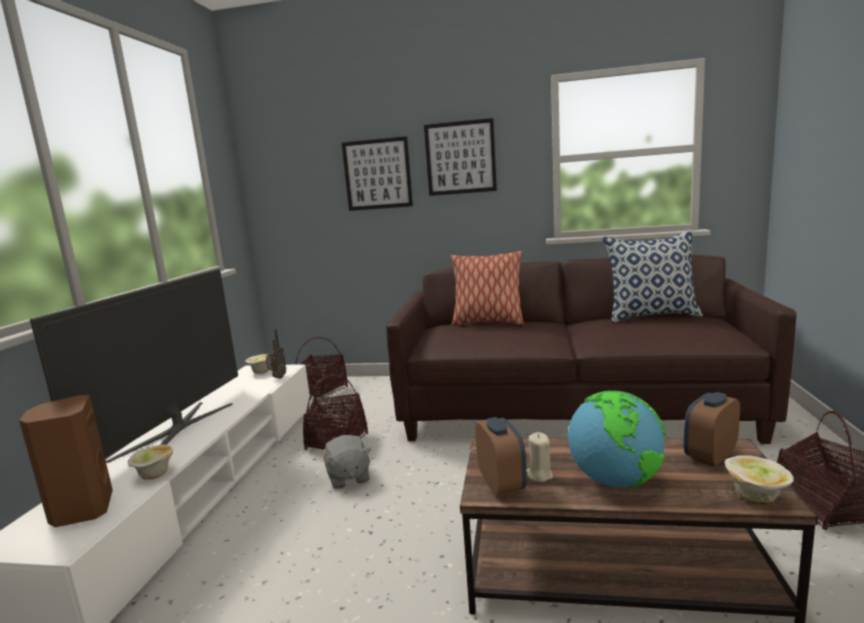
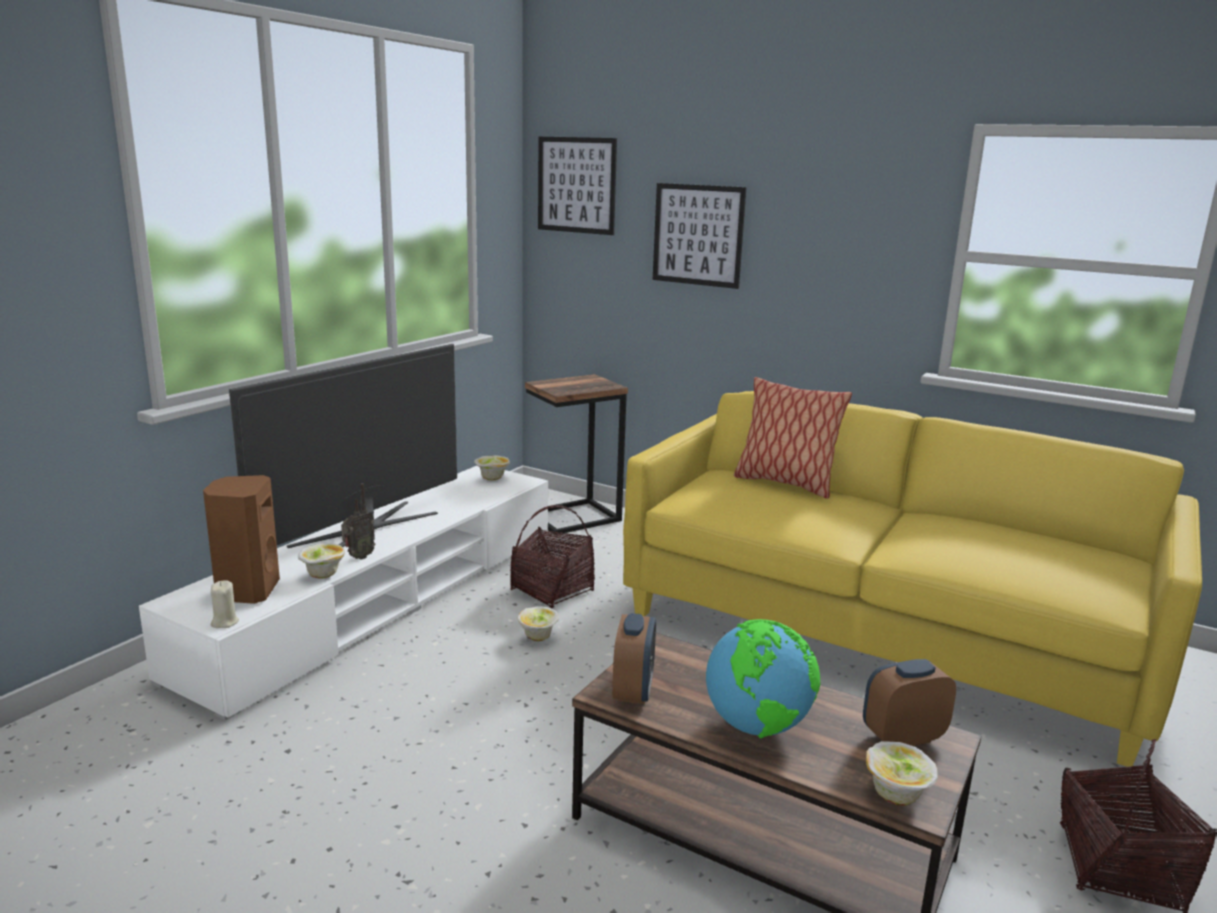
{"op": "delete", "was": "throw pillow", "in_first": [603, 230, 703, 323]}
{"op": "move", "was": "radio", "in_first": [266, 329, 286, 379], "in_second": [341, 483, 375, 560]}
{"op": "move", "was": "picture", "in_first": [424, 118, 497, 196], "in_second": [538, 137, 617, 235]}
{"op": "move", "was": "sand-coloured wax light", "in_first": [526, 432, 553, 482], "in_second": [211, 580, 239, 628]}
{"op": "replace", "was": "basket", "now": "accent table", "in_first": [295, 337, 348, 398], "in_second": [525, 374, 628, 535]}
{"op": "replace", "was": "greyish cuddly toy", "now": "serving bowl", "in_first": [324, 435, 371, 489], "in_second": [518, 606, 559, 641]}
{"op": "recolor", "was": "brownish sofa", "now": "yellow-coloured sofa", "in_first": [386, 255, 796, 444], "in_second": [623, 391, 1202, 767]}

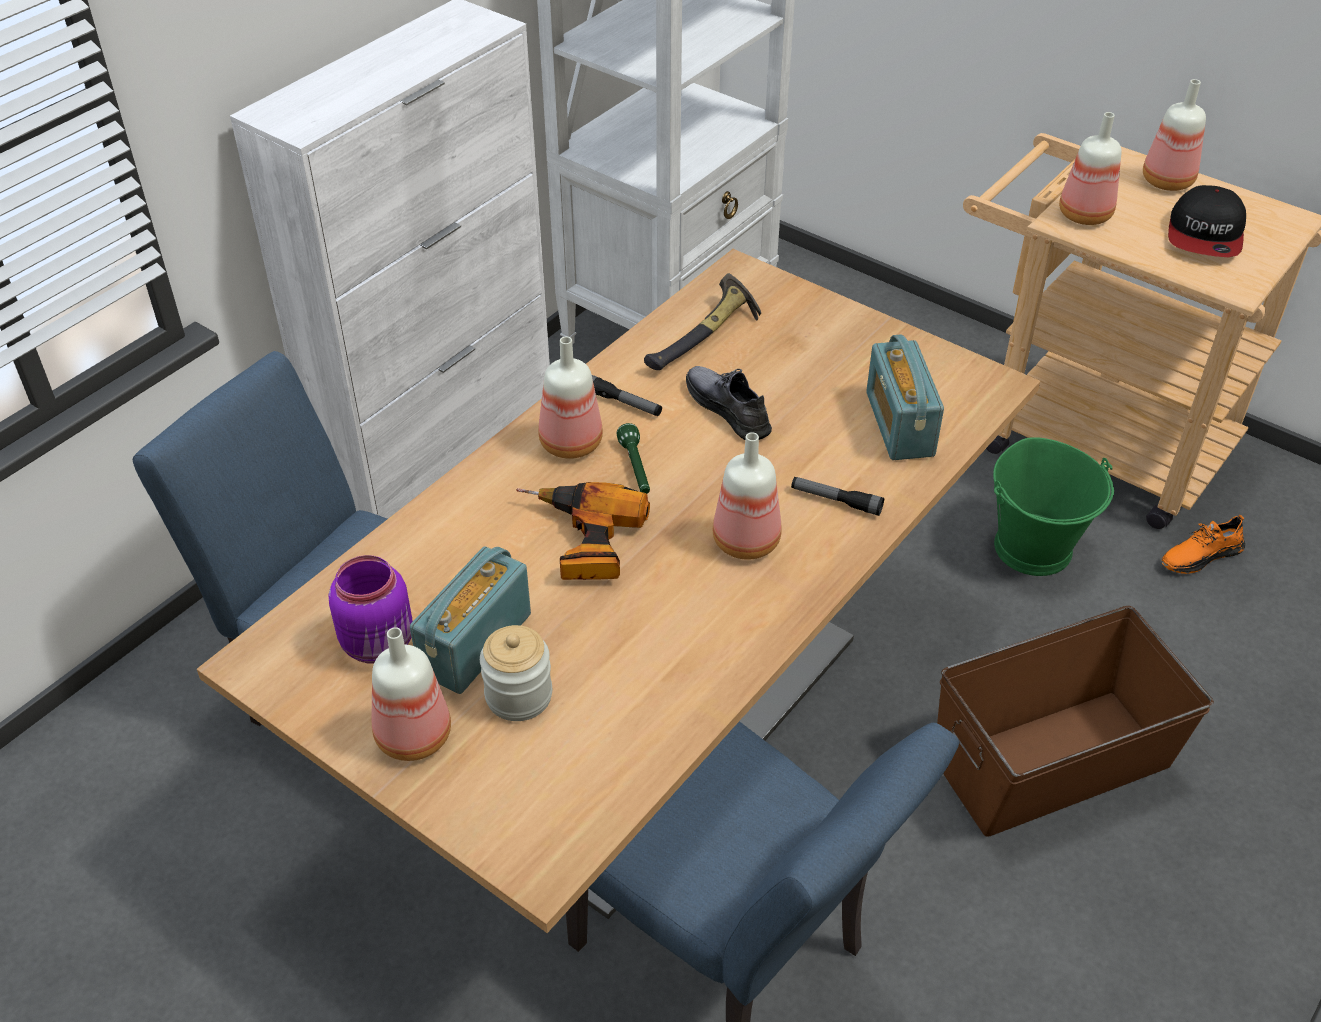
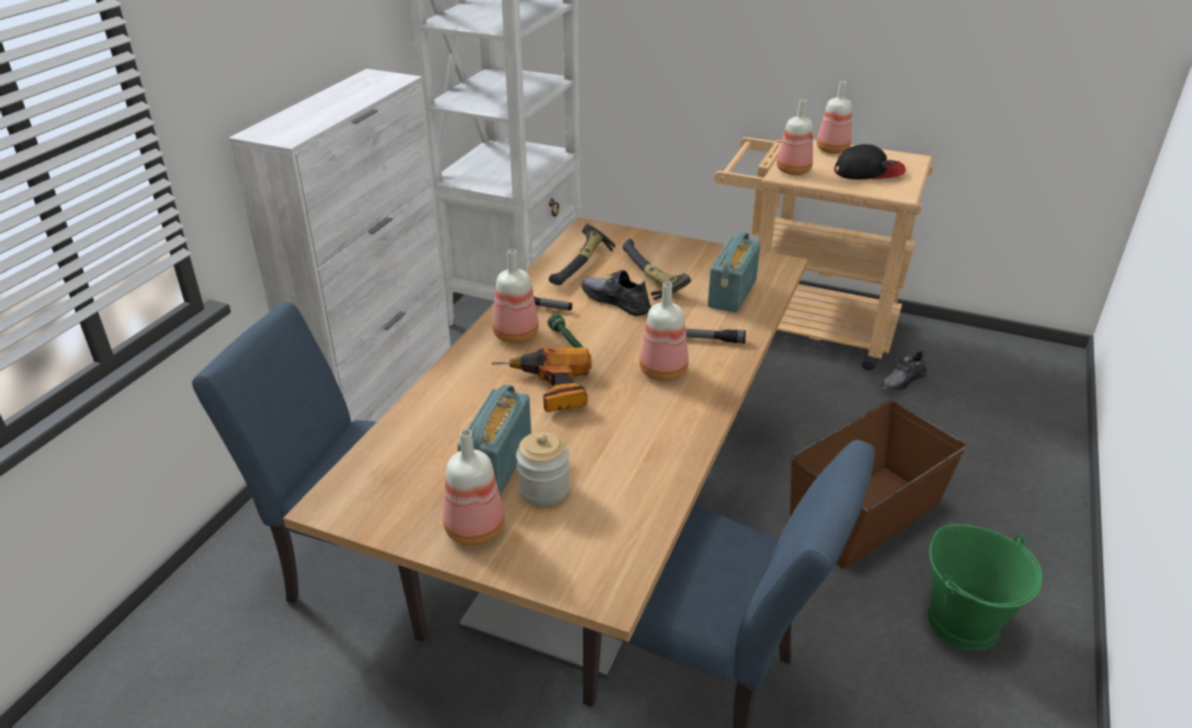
{"op": "delete", "was": "purplish jar", "in_first": [329, 555, 413, 664]}
{"op": "insert", "now": "hammer", "in_second": [623, 239, 691, 300]}
{"op": "move", "was": "green pail", "in_first": [993, 437, 1114, 576], "in_second": [928, 524, 1043, 651]}
{"op": "recolor", "was": "orange item of footwear", "now": "greyish item of footwear", "in_first": [1162, 515, 1245, 574], "in_second": [881, 350, 927, 392]}
{"op": "rotate", "was": "radio", "in_first": [866, 334, 944, 460], "in_second": [708, 232, 760, 313], "clockwise": 45}
{"op": "rotate", "was": "cap", "in_first": [1168, 185, 1246, 257], "in_second": [834, 144, 906, 180], "clockwise": -90}

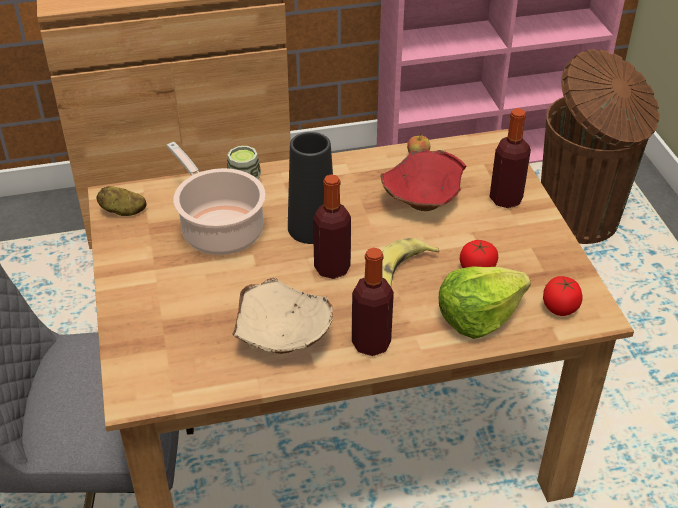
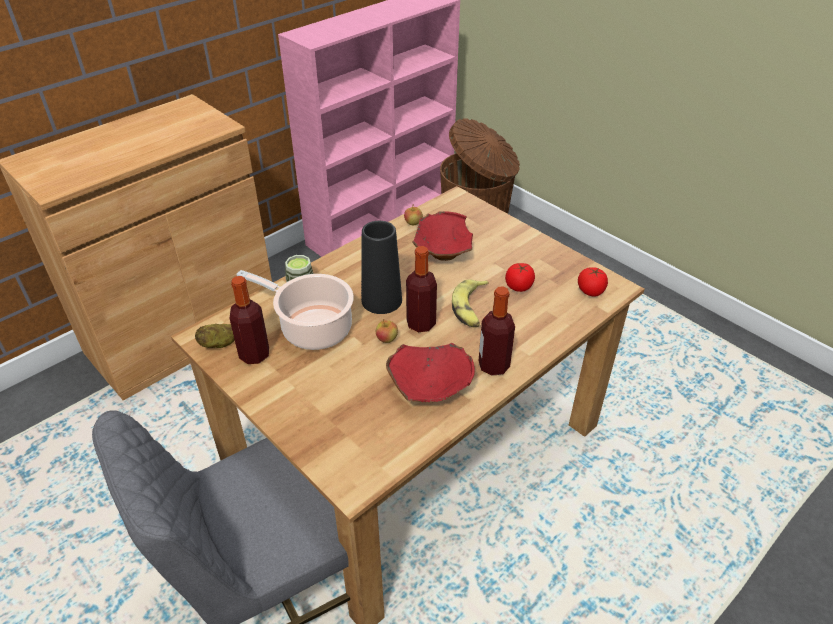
{"op": "delete", "was": "head of lettuce", "in_first": [439, 266, 531, 339]}
{"op": "insert", "now": "whole apple", "in_second": [376, 319, 398, 343]}
{"op": "move", "was": "drink bottle", "in_first": [489, 108, 531, 208], "in_second": [229, 276, 269, 364]}
{"op": "recolor", "was": "sand-coloured serving bowl", "now": "reddish serving bowl", "in_first": [232, 278, 333, 354], "in_second": [386, 343, 475, 402]}

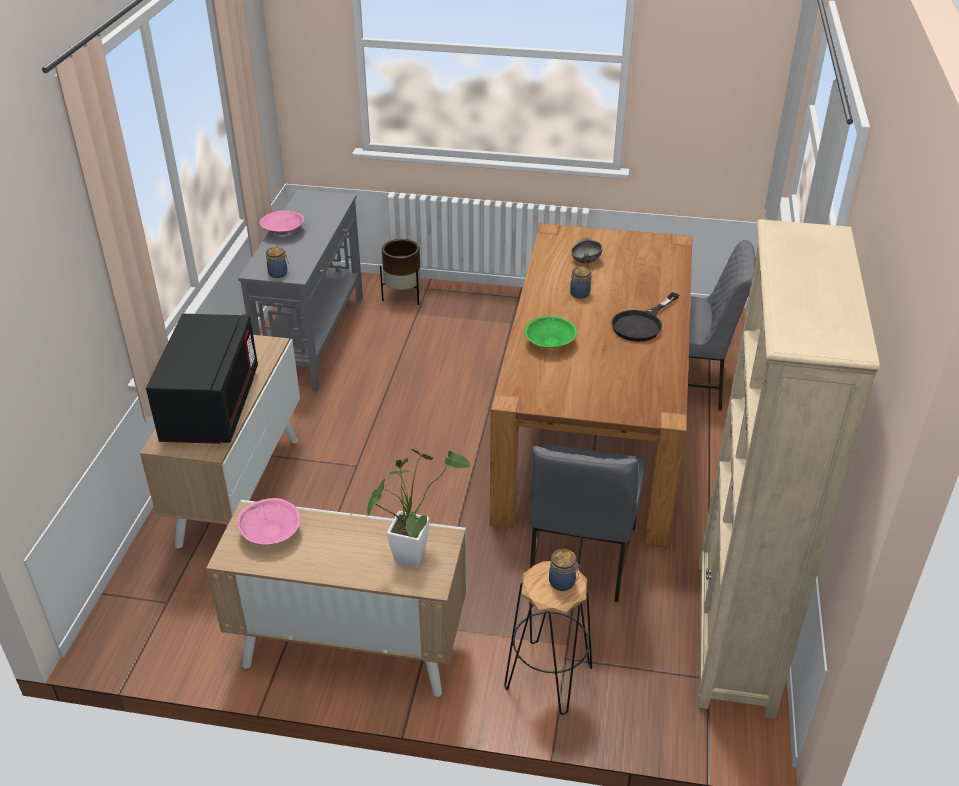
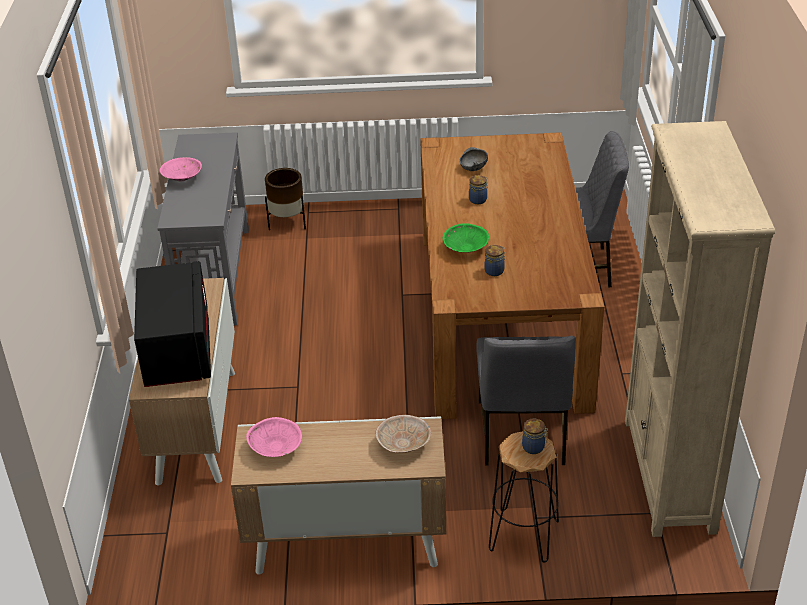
{"op": "delete", "was": "black-coloured skillet", "in_first": [611, 292, 679, 342]}
{"op": "move", "was": "jar", "in_first": [266, 247, 289, 278], "in_second": [484, 245, 505, 276]}
{"op": "replace", "was": "houseplant", "now": "sand-coloured serving bowl", "in_first": [367, 449, 470, 568], "in_second": [376, 415, 431, 453]}

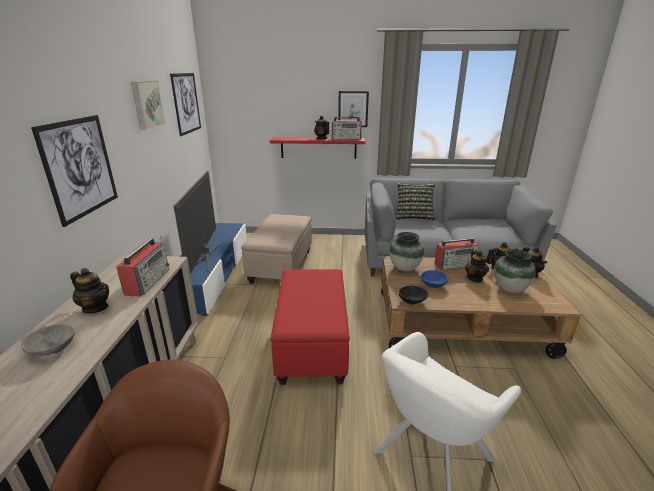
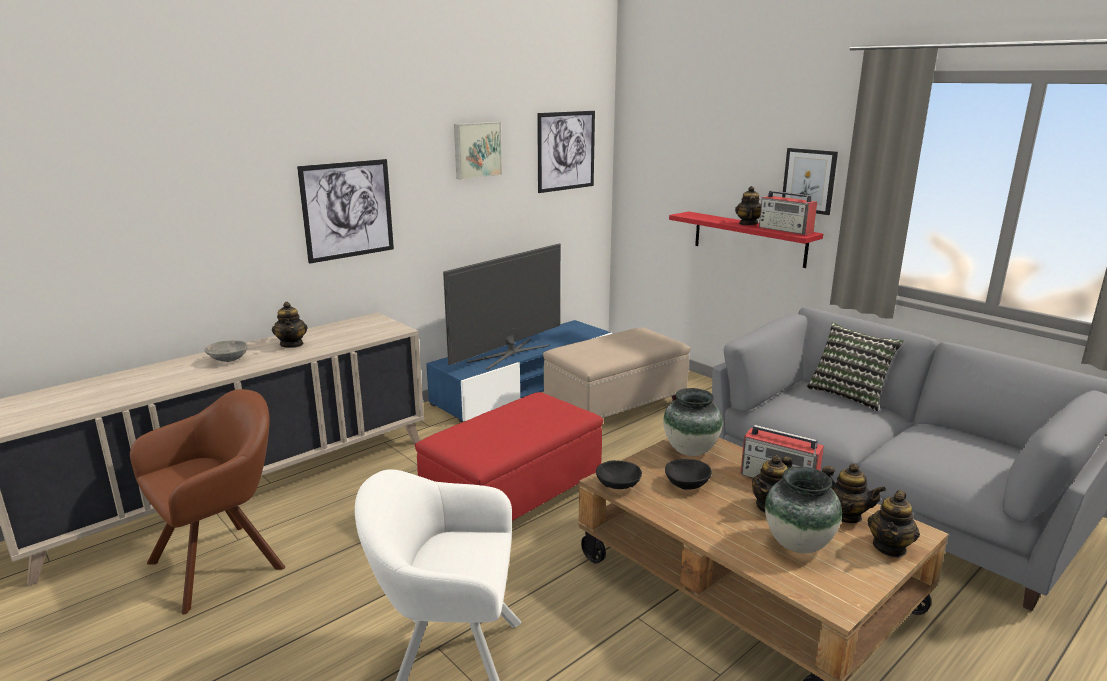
{"op": "delete", "was": "radio", "in_first": [116, 236, 170, 297]}
{"op": "recolor", "was": "bluish serving bowl", "now": "black-coloured serving bowl", "in_first": [421, 270, 448, 288], "in_second": [665, 459, 712, 490]}

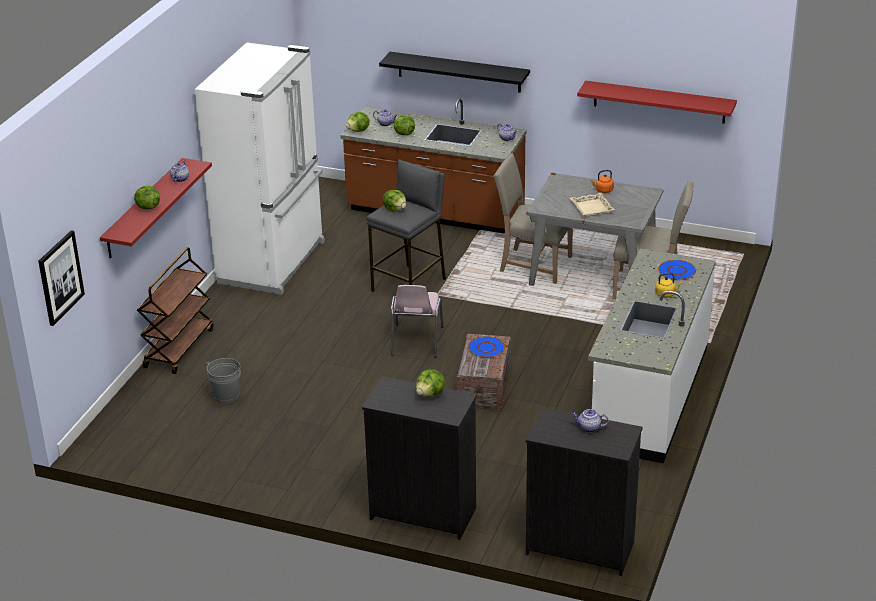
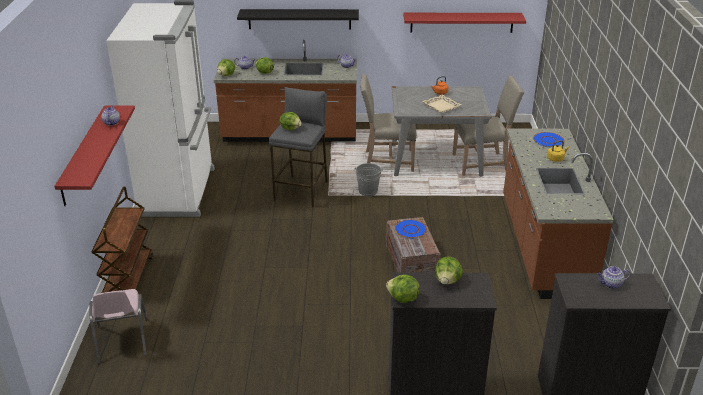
{"op": "delete", "was": "picture", "in_first": [38, 230, 85, 326]}
{"op": "move", "was": "head of lettuce", "in_first": [134, 186, 160, 209], "in_second": [386, 275, 420, 303]}
{"op": "move", "was": "greyish pail", "in_first": [206, 358, 241, 403], "in_second": [354, 163, 383, 197]}
{"op": "move", "was": "pinkish upright chair", "in_first": [391, 285, 443, 357], "in_second": [90, 289, 147, 364]}
{"op": "recolor", "was": "whitish kitchen counter", "now": "brownish kitchen counter", "in_first": [588, 249, 716, 464], "in_second": [503, 128, 614, 299]}

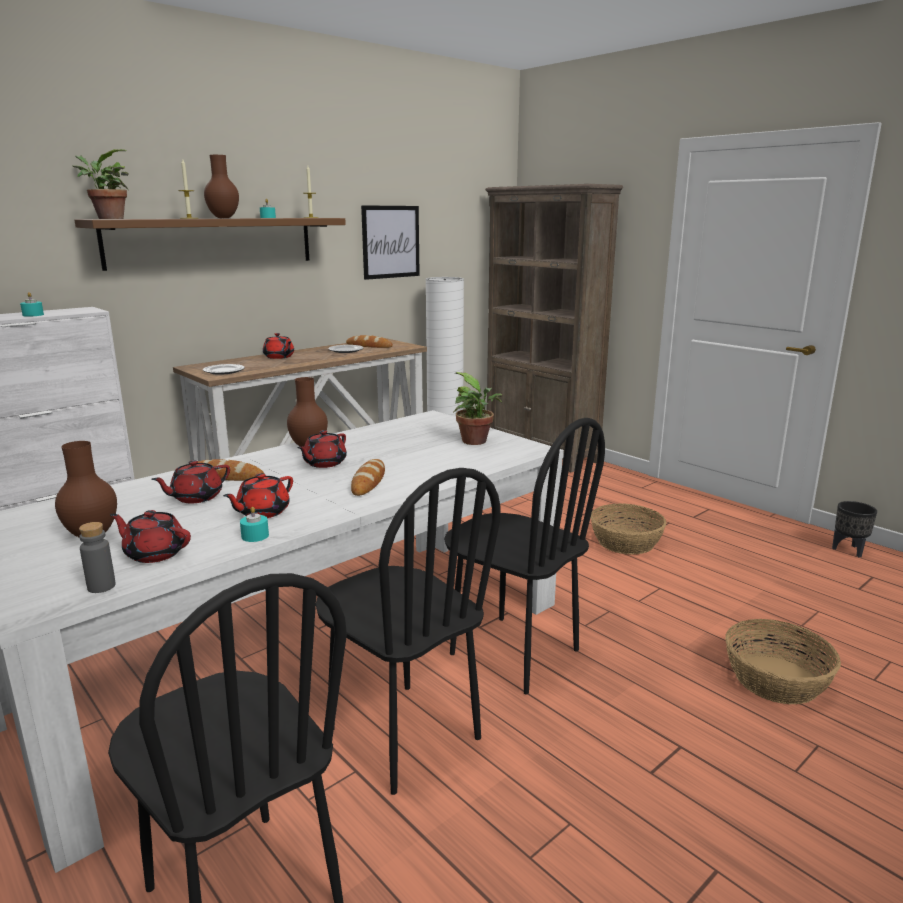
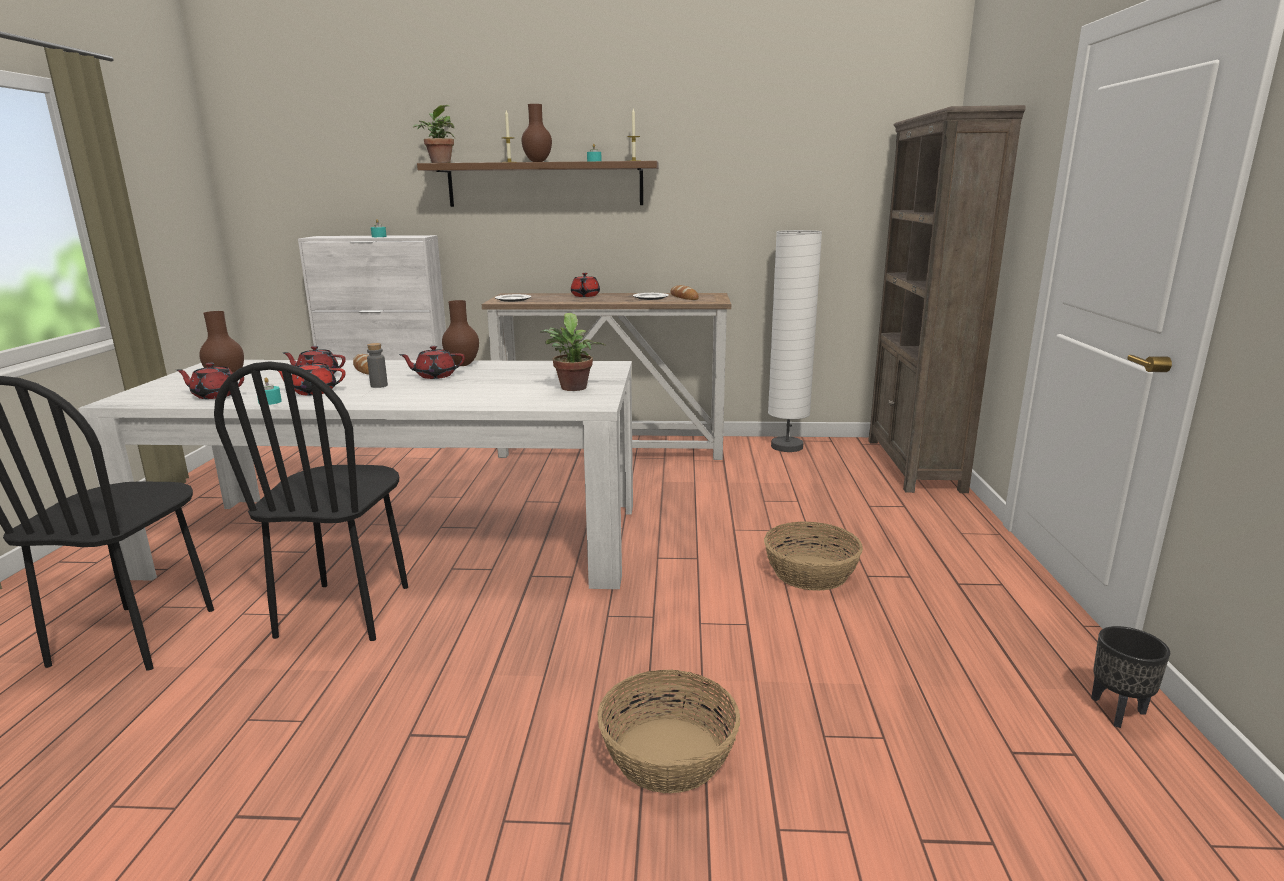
{"op": "delete", "was": "bread", "in_first": [351, 459, 385, 496]}
{"op": "delete", "was": "picture", "in_first": [361, 205, 420, 280]}
{"op": "delete", "was": "black-coloured upright chair", "in_first": [444, 418, 605, 695]}
{"op": "move", "was": "greyish drink bottle", "in_first": [79, 522, 116, 593], "in_second": [367, 343, 388, 388]}
{"op": "rotate", "was": "reddish teapot", "in_first": [110, 510, 191, 563], "in_second": [176, 363, 244, 399], "clockwise": -60}

